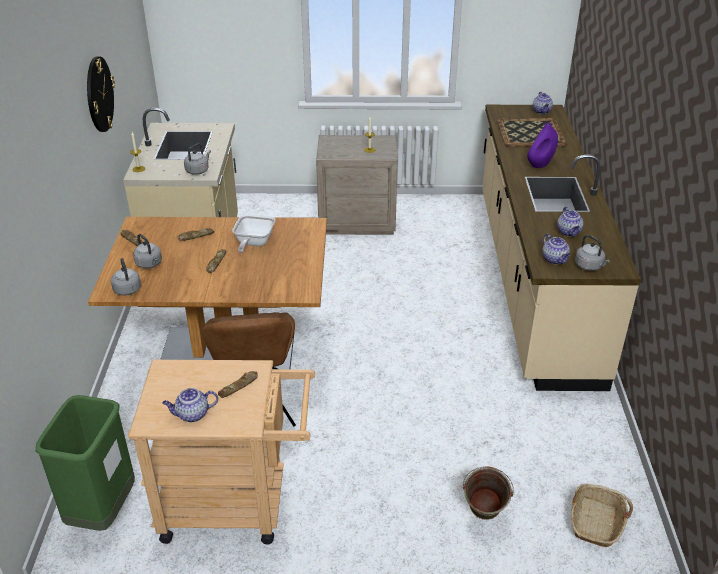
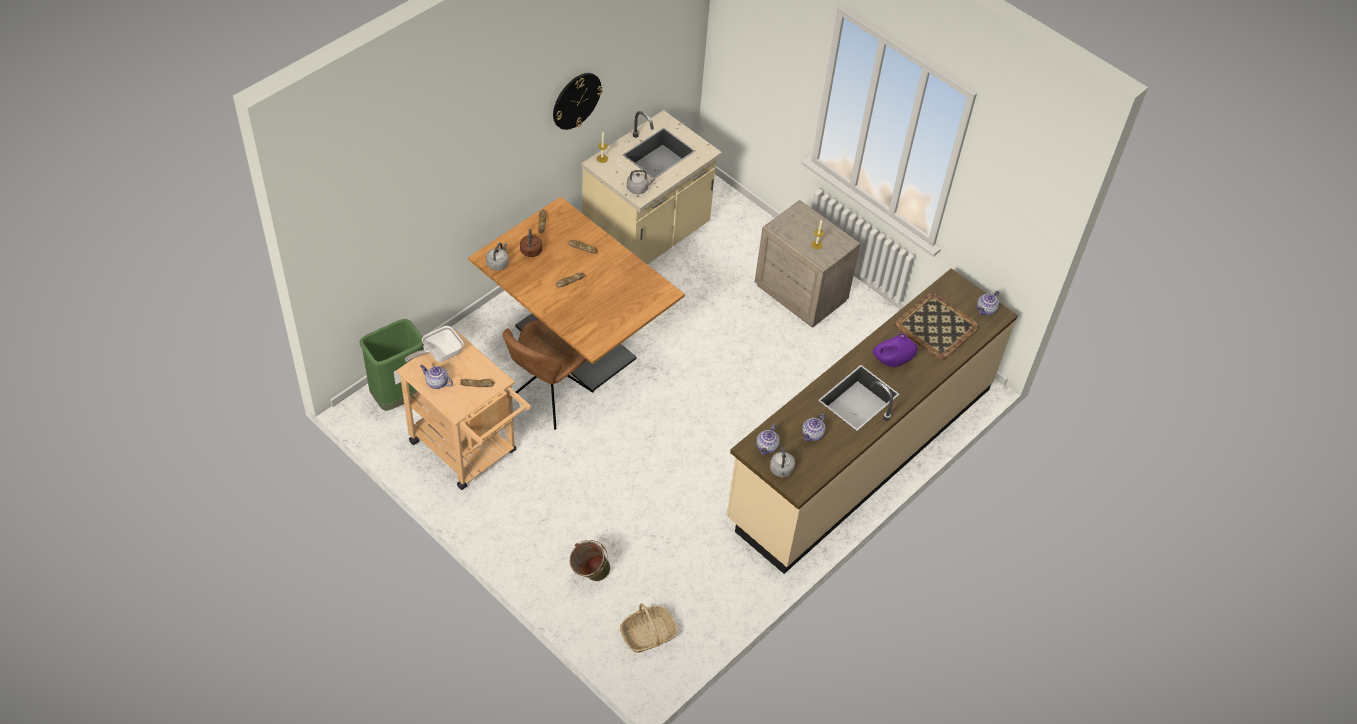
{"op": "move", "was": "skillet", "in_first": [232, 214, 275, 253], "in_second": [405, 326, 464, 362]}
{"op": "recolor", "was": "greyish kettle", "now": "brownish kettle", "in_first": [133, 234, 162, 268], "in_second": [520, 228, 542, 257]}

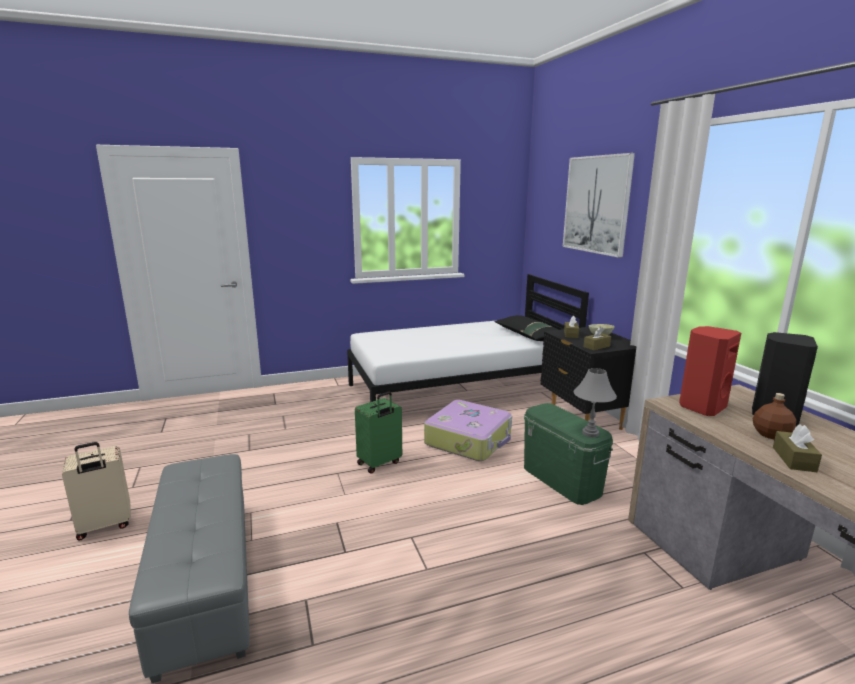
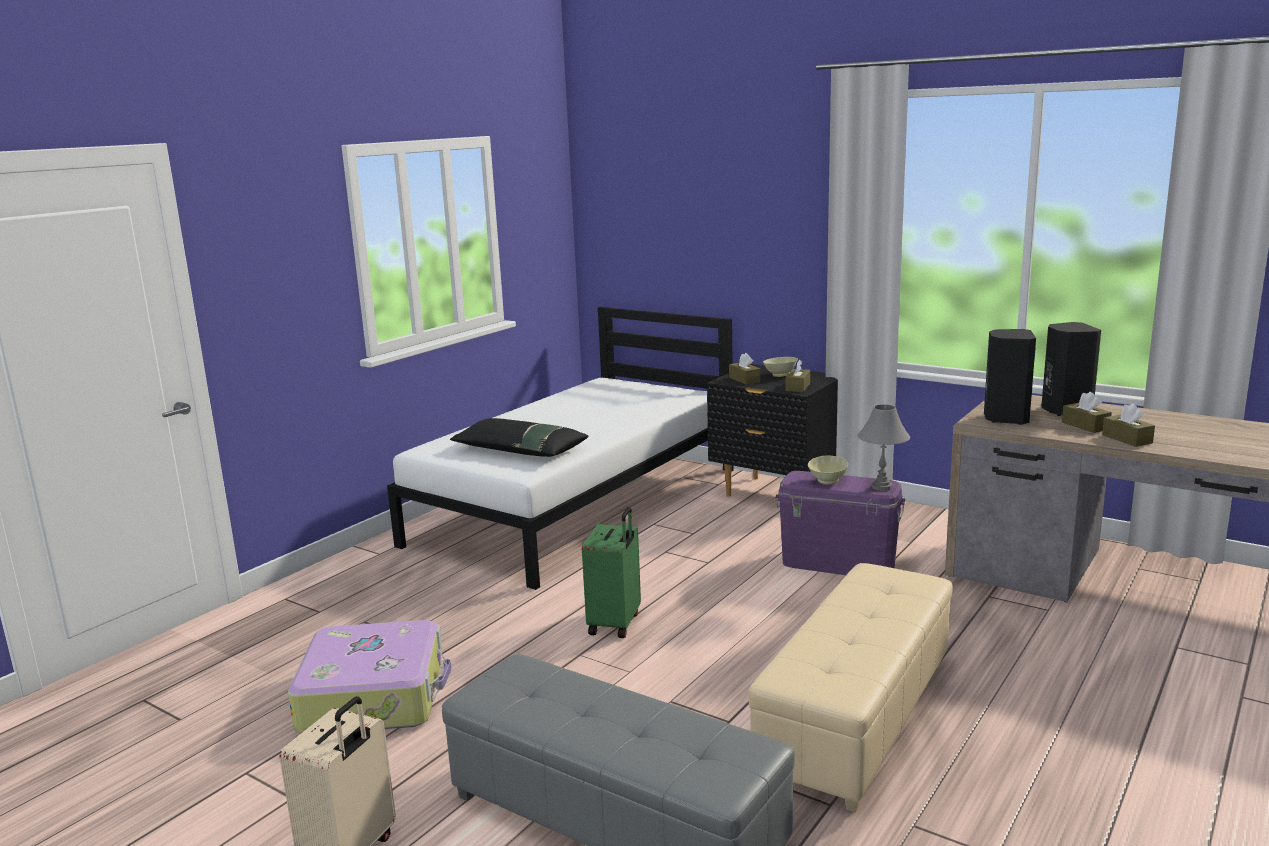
{"op": "delete", "was": "picture", "in_first": [563, 153, 635, 258]}
{"op": "insert", "now": "sand-coloured footrest", "in_second": [748, 563, 953, 812]}
{"op": "insert", "now": "sand-coloured serving bowl", "in_second": [808, 456, 848, 485]}
{"op": "move", "was": "piece of luggage", "in_first": [424, 400, 512, 461], "in_second": [288, 620, 452, 734]}
{"op": "move", "was": "black-coloured throw pillow", "in_first": [495, 315, 558, 341], "in_second": [450, 418, 588, 457]}
{"op": "replace", "was": "brownish drink bottle", "now": "brownish box of tissues", "in_first": [753, 393, 796, 439], "in_second": [1062, 392, 1112, 433]}
{"op": "recolor", "was": "green storage box", "now": "purplish storage box", "in_first": [524, 403, 613, 505], "in_second": [776, 471, 905, 575]}
{"op": "recolor", "was": "reddish audio speaker", "now": "black-coloured audio speaker", "in_first": [679, 326, 741, 416], "in_second": [984, 329, 1036, 425]}

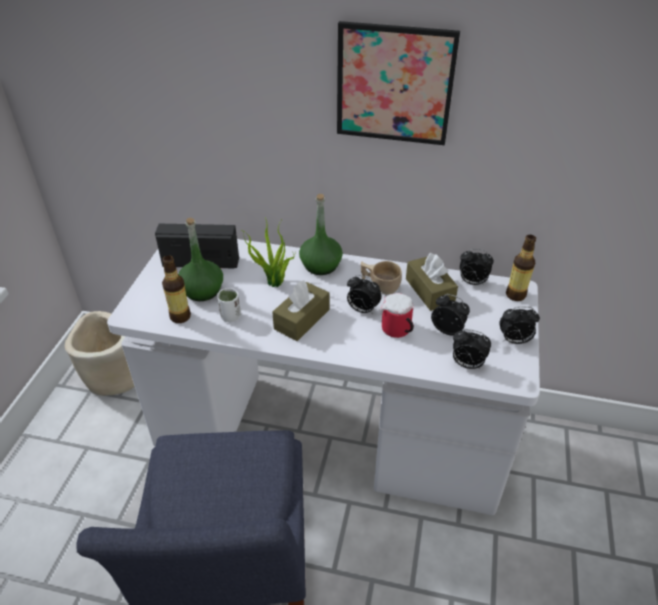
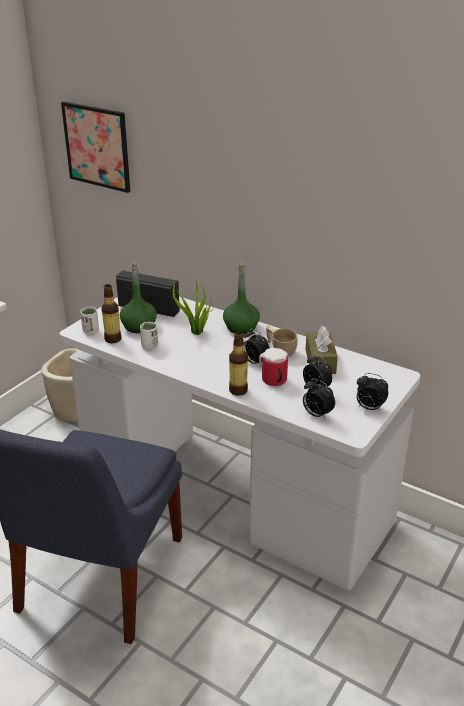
{"op": "delete", "was": "brownish box of tissues", "in_first": [272, 280, 329, 341]}
{"op": "delete", "was": "alarm clock", "in_first": [460, 249, 494, 285]}
{"op": "insert", "now": "whitish drinking cup", "in_second": [80, 307, 99, 334]}
{"op": "move", "was": "picture", "in_first": [337, 21, 460, 145], "in_second": [61, 101, 130, 193]}
{"op": "move", "was": "drink bottle", "in_first": [506, 235, 536, 301], "in_second": [229, 331, 248, 396]}

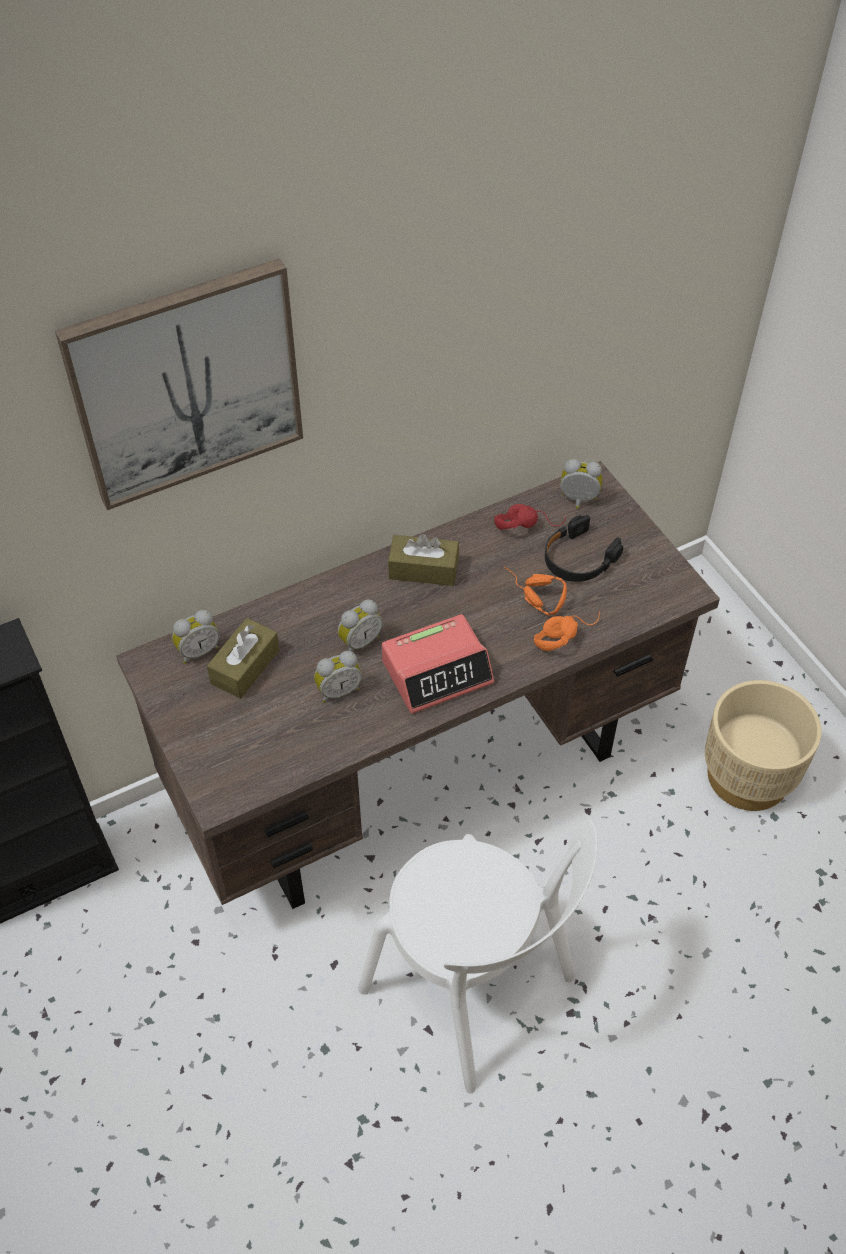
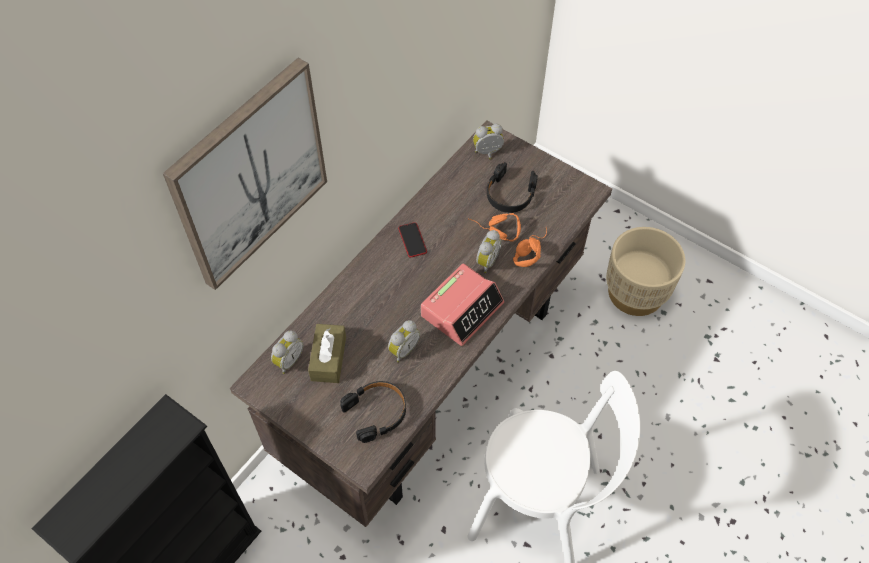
{"op": "delete", "was": "reddish headset", "in_first": [494, 504, 566, 530]}
{"op": "insert", "now": "black-coloured headset", "in_second": [340, 381, 406, 443]}
{"op": "move", "was": "alarm clock", "in_first": [338, 599, 383, 652], "in_second": [476, 230, 502, 273]}
{"op": "replace", "was": "brownish box of tissues", "now": "handset", "in_first": [388, 534, 459, 586], "in_second": [398, 222, 427, 258]}

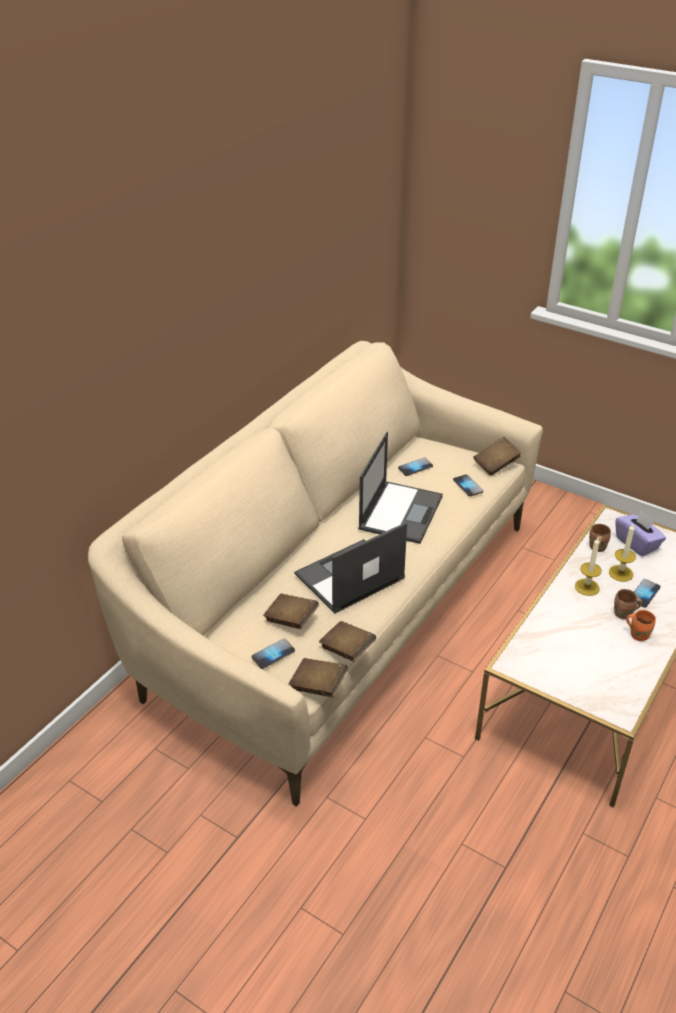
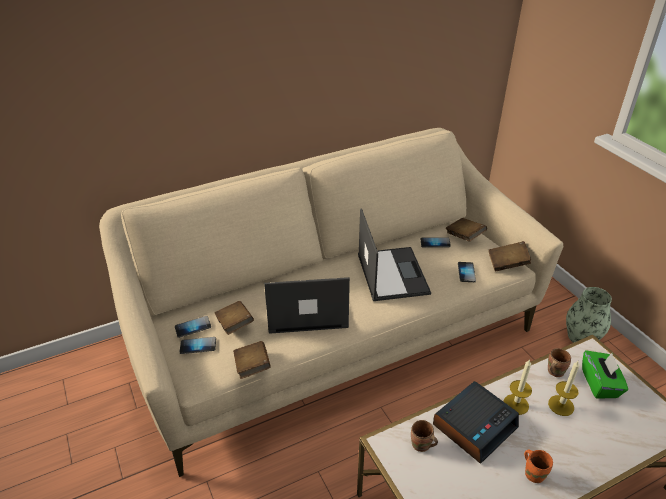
{"op": "insert", "now": "alarm clock", "in_second": [433, 381, 519, 464]}
{"op": "insert", "now": "decorative vase", "in_second": [566, 287, 612, 343]}
{"op": "move", "was": "brownish book", "in_first": [289, 658, 348, 697], "in_second": [446, 218, 487, 242]}
{"op": "move", "was": "brownish mug", "in_first": [614, 589, 642, 619], "in_second": [411, 420, 438, 452]}
{"op": "move", "was": "handset", "in_first": [634, 579, 661, 608], "in_second": [175, 316, 211, 338]}
{"op": "recolor", "was": "purplish box of tissues", "now": "green box of tissues", "in_first": [615, 511, 666, 557], "in_second": [582, 350, 628, 399]}
{"op": "rotate", "was": "laptop", "in_first": [358, 432, 443, 544], "in_second": [358, 208, 431, 301], "clockwise": -60}

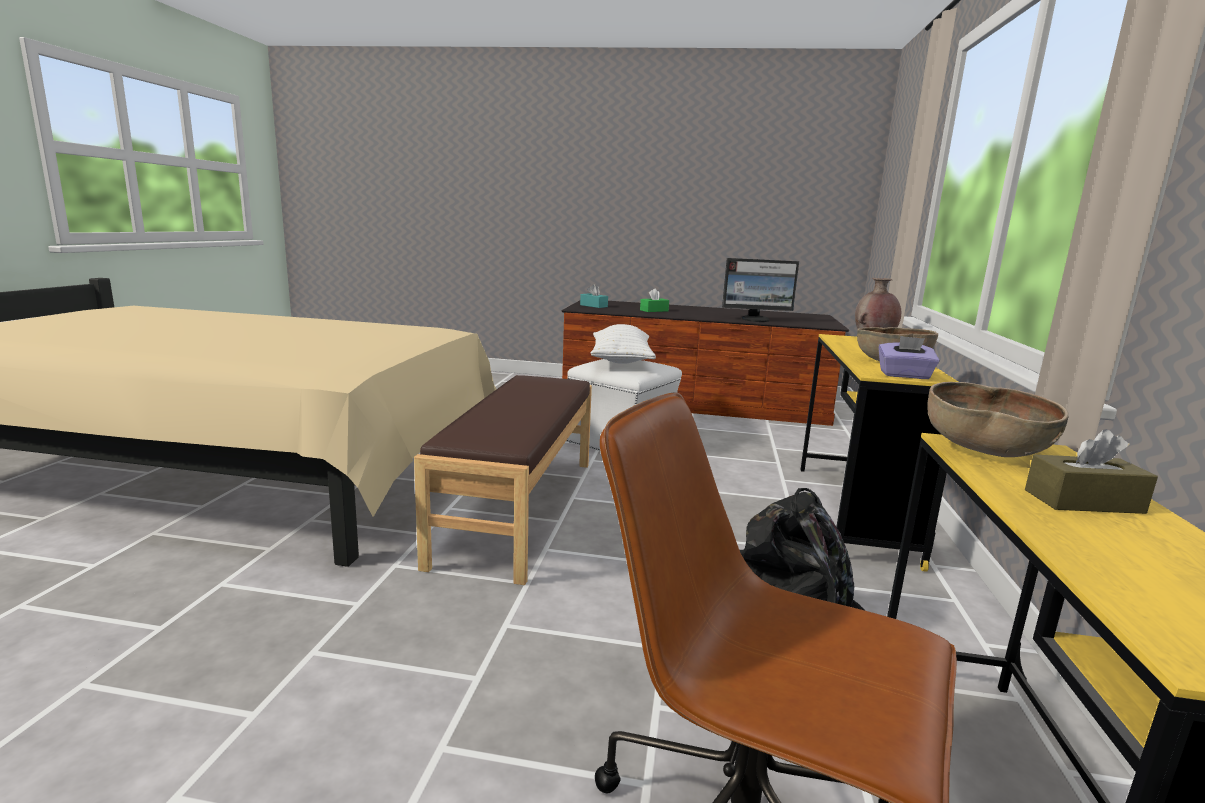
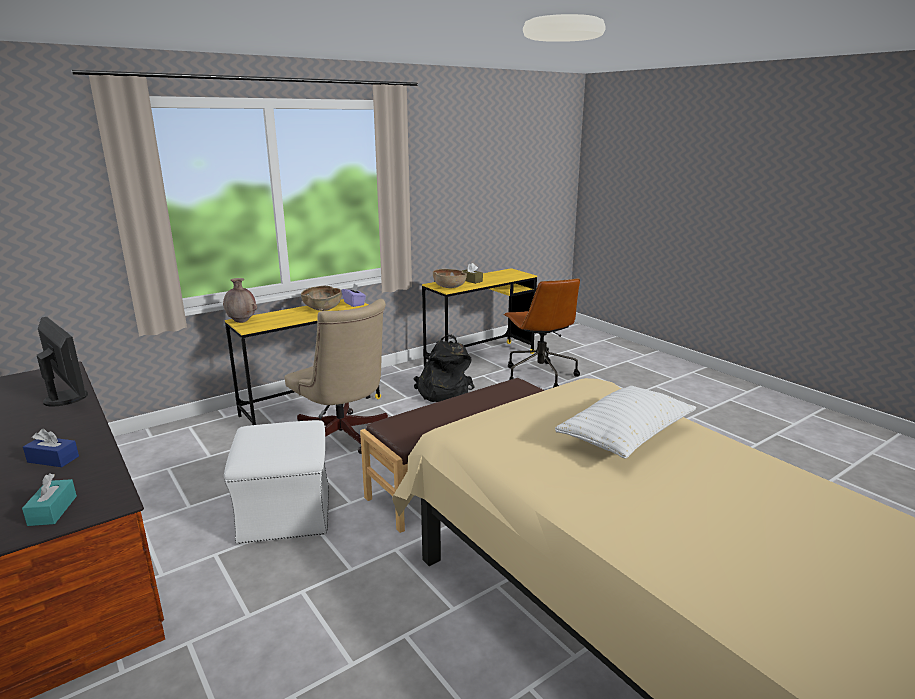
{"op": "insert", "now": "sand-coloured desk chair", "in_second": [284, 299, 388, 454]}
{"op": "move", "was": "whitish throw pillow", "in_first": [591, 324, 656, 364], "in_second": [555, 386, 696, 458]}
{"op": "recolor", "was": "green box of tissues", "now": "bluish box of tissues", "in_first": [640, 288, 669, 312], "in_second": [23, 428, 79, 467]}

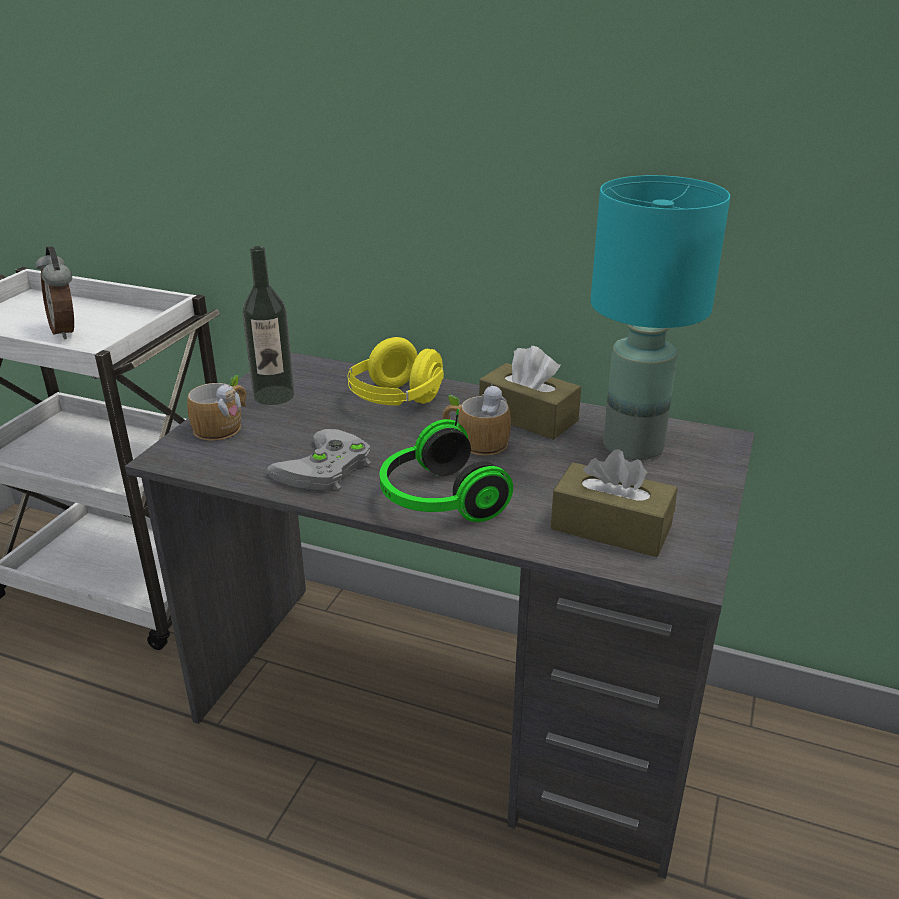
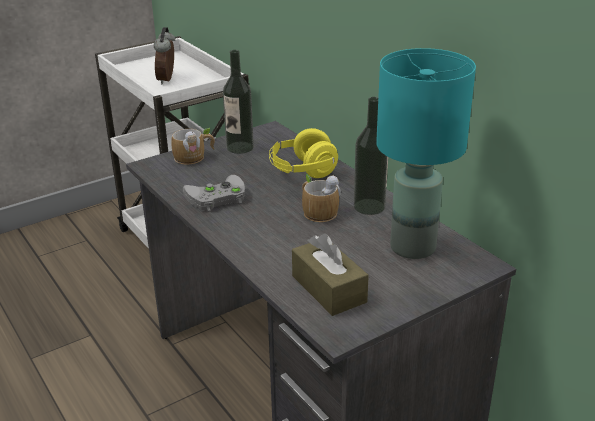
{"op": "delete", "was": "headset", "in_first": [380, 408, 513, 522]}
{"op": "replace", "was": "brownish box of tissues", "now": "drink bottle", "in_first": [479, 346, 581, 440], "in_second": [354, 97, 388, 215]}

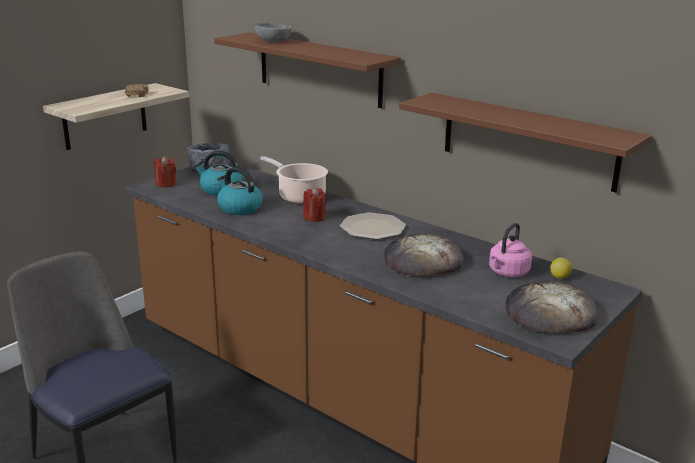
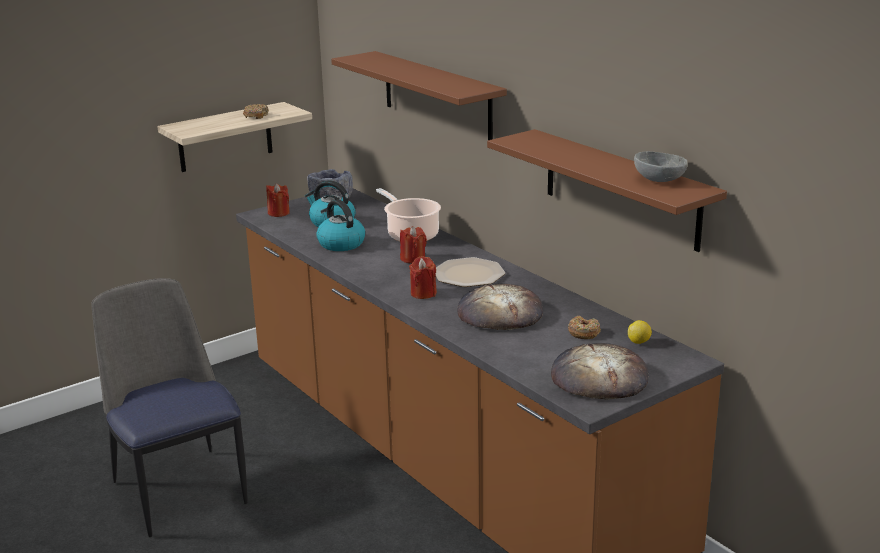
{"op": "insert", "now": "reddish wax light", "in_second": [409, 256, 437, 299]}
{"op": "move", "was": "greyish serving bowl", "in_first": [255, 23, 292, 42], "in_second": [634, 151, 688, 182]}
{"op": "replace", "was": "pinkish kettle", "now": "ring doughnut", "in_first": [489, 223, 532, 277], "in_second": [568, 316, 601, 339]}

